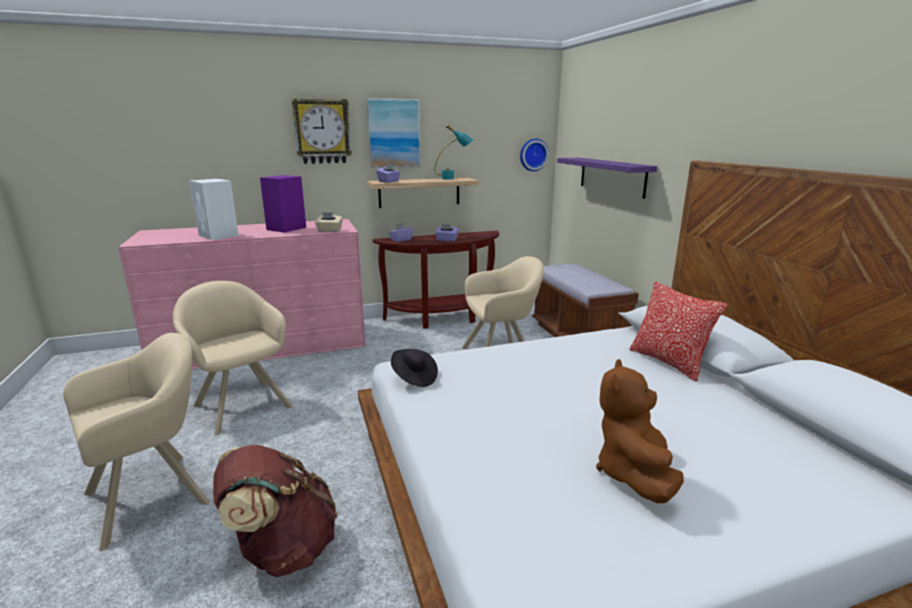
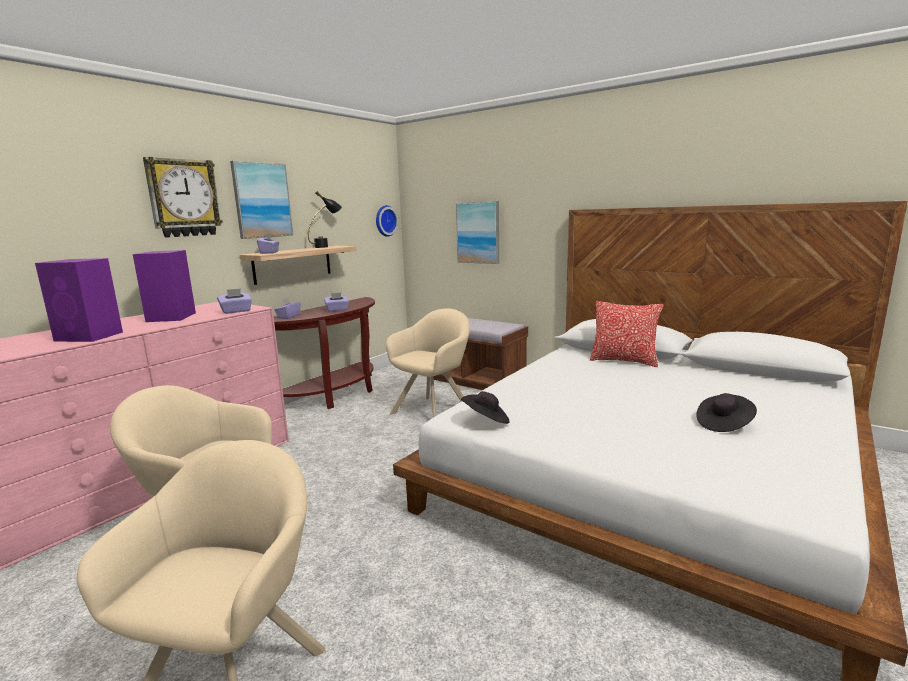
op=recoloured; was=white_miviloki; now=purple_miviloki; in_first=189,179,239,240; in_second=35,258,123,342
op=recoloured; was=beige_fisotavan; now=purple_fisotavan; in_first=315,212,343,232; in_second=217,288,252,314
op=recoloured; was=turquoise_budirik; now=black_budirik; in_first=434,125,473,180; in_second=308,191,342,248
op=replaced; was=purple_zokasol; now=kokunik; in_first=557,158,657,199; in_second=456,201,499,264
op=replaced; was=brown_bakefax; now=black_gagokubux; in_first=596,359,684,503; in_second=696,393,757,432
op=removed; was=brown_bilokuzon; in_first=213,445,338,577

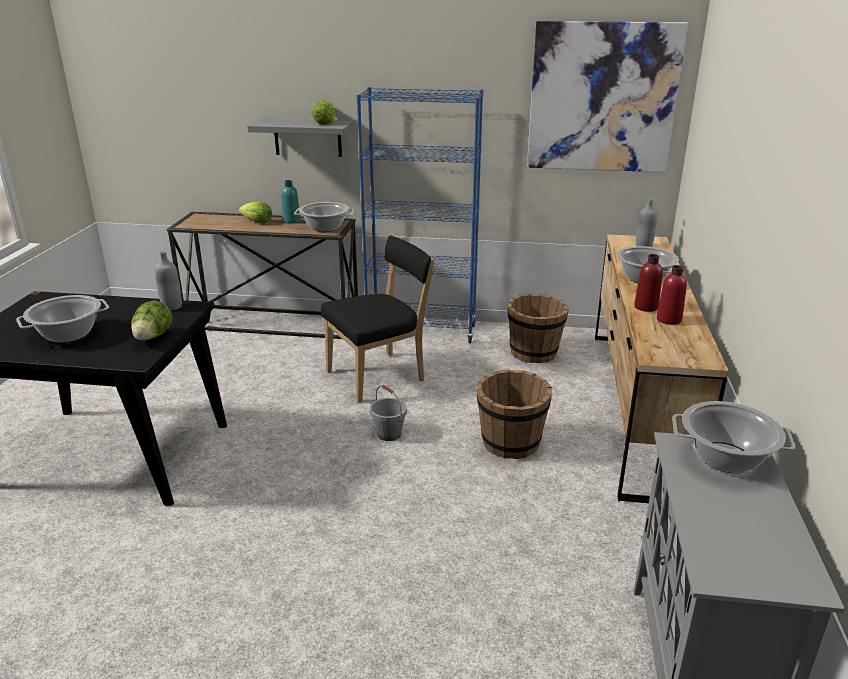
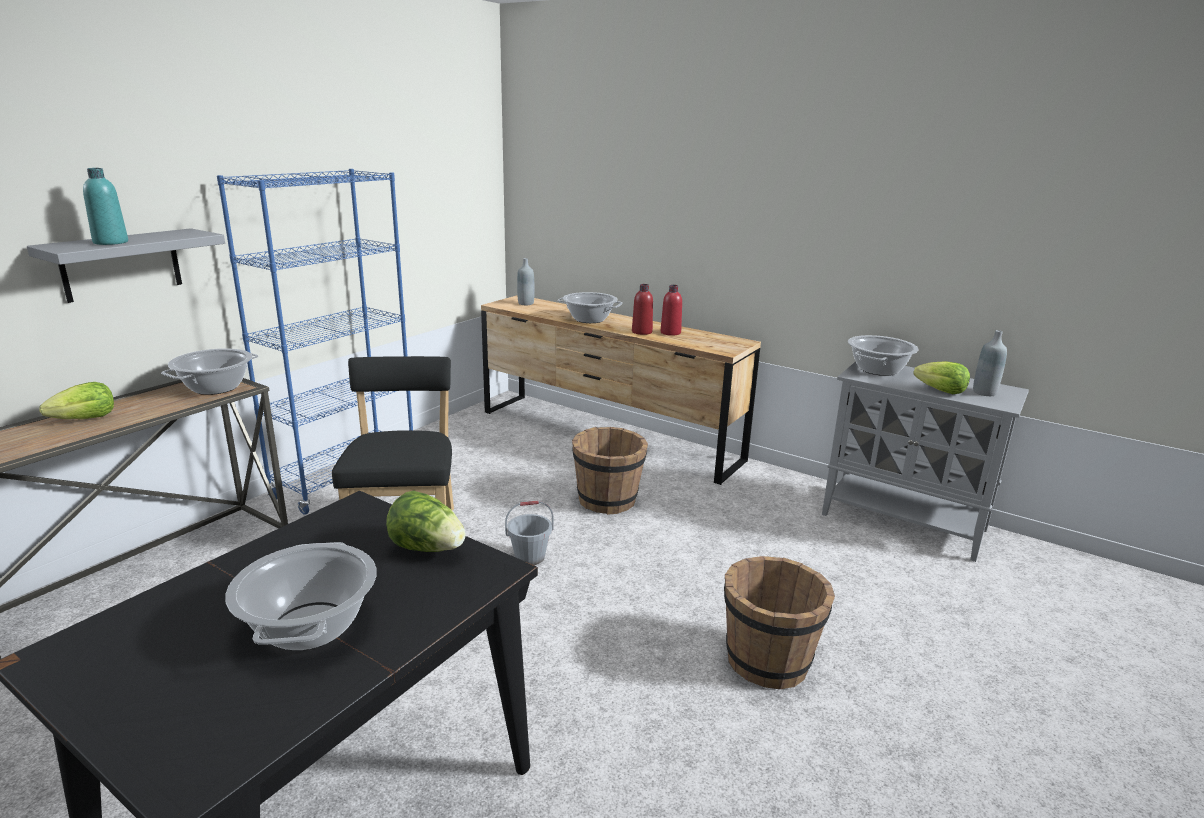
op=moved; was=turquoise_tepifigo; in_first=281,180,300,223; in_second=83,168,128,245
op=moved; was=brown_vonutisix; in_first=508,294,569,363; in_second=724,556,835,689
op=moved; was=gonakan; in_first=311,100,335,125; in_second=913,361,970,394
op=moved; was=grey_tepifigo; in_first=155,251,182,311; in_second=973,330,1007,396
op=removed; was=kokunik; in_first=527,21,688,172

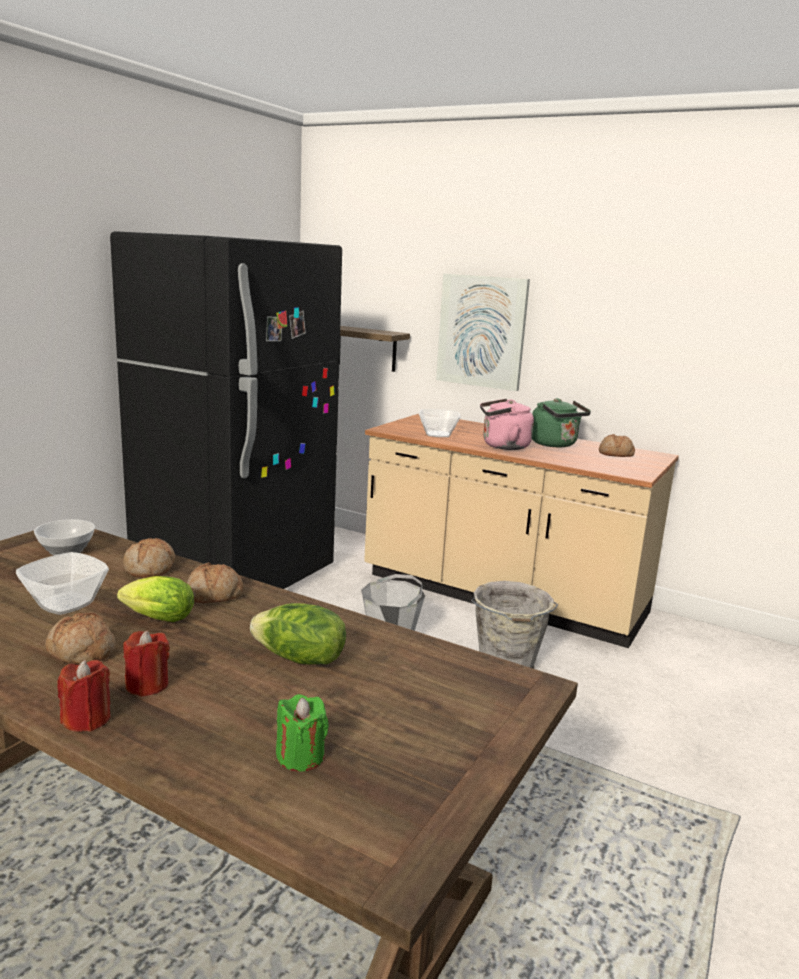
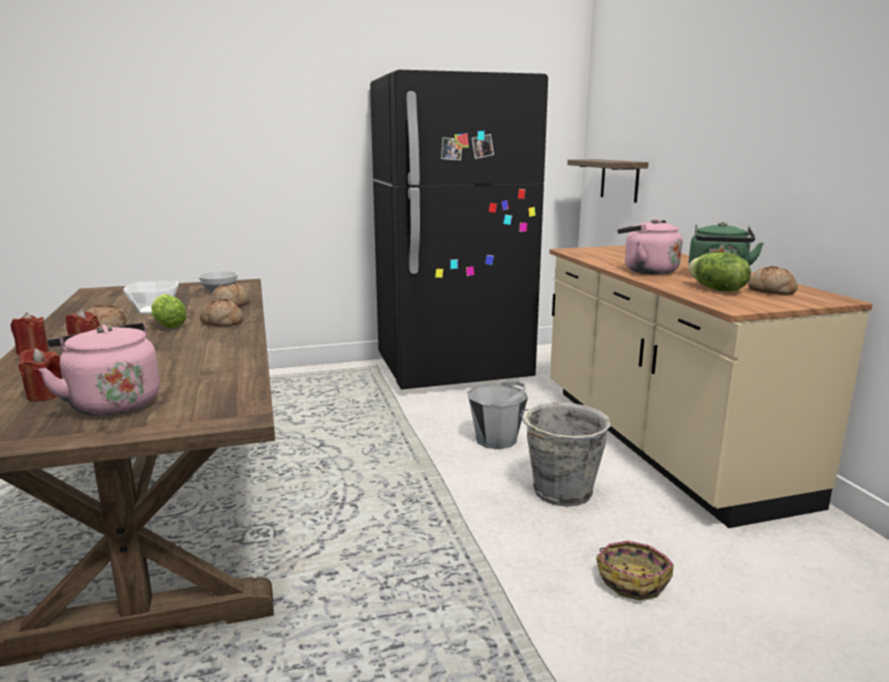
op=recoloured; was=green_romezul; now=red_romezul; in_first=276,694,329,772; in_second=18,348,62,402
op=added; now=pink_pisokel; in_second=38,323,160,416
op=added; now=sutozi; in_second=596,541,674,600
op=moved; was=gonakan; in_first=250,603,346,665; in_second=688,252,751,291
op=removed; was=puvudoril; in_first=419,409,461,437
op=removed; was=kokunik; in_first=436,274,530,391

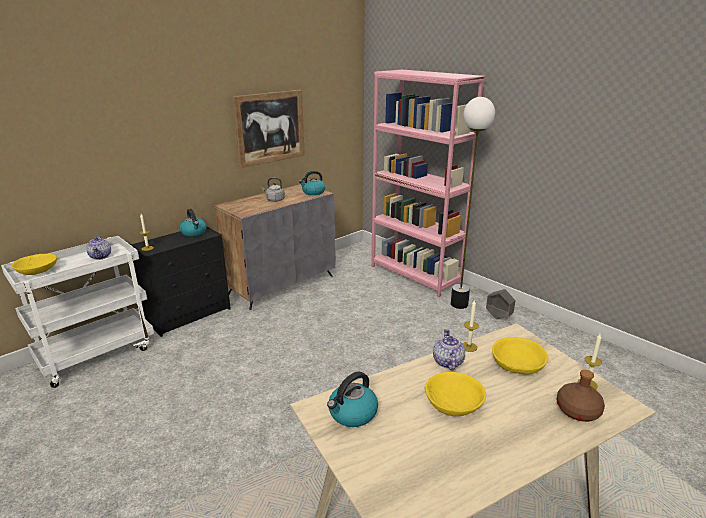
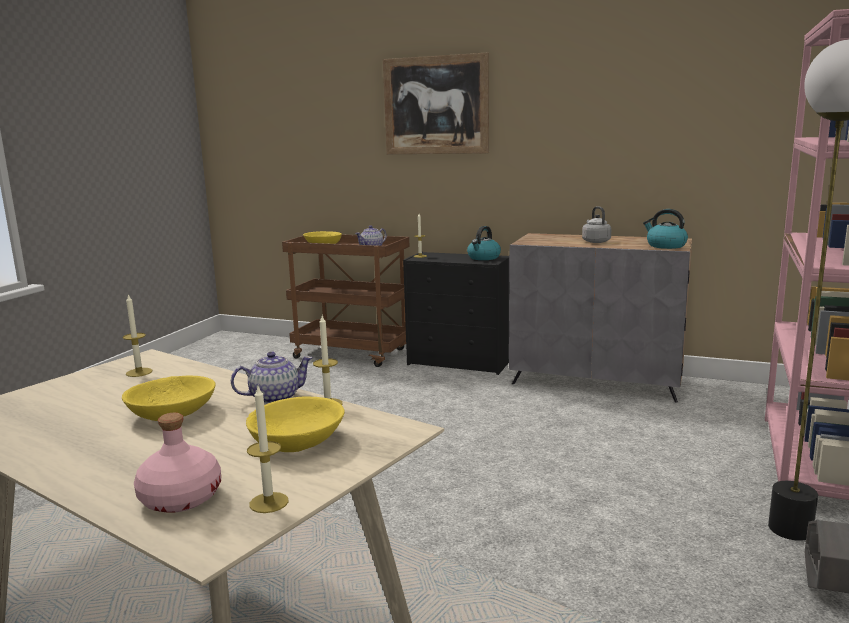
op=replaced; was=pisokel; now=romezul; in_first=327,371,378,427; in_second=123,294,153,377
op=recoloured; was=brown_tepifigo; now=pink_tepifigo; in_first=557,370,605,422; in_second=134,413,221,513
op=recoloured; was=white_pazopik; now=brown_pazopik; in_first=1,236,154,388; in_second=282,234,410,367
op=moved; was=kokunik; in_first=232,90,305,168; in_second=383,52,489,154

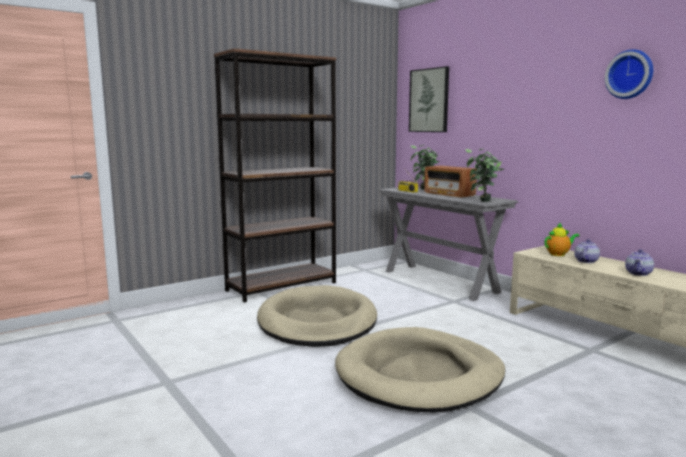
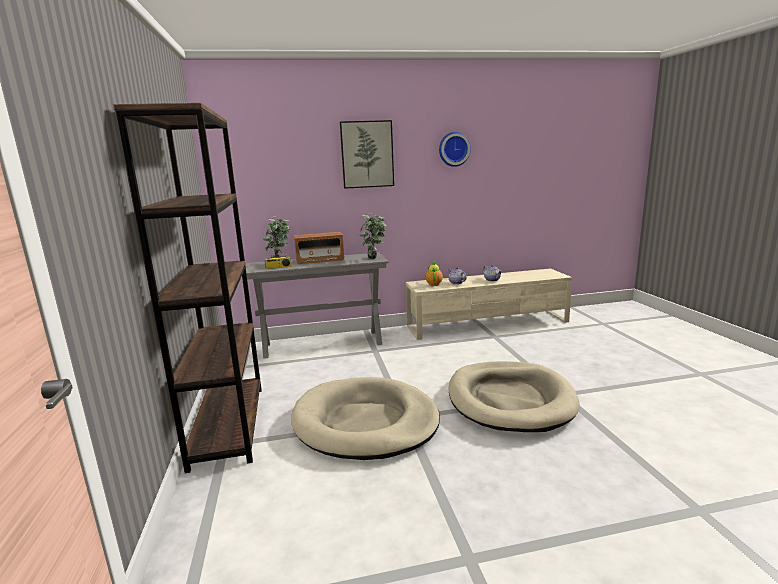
op=moved; was=kokunik; in_first=409,66,449,132; in_second=340,120,394,189

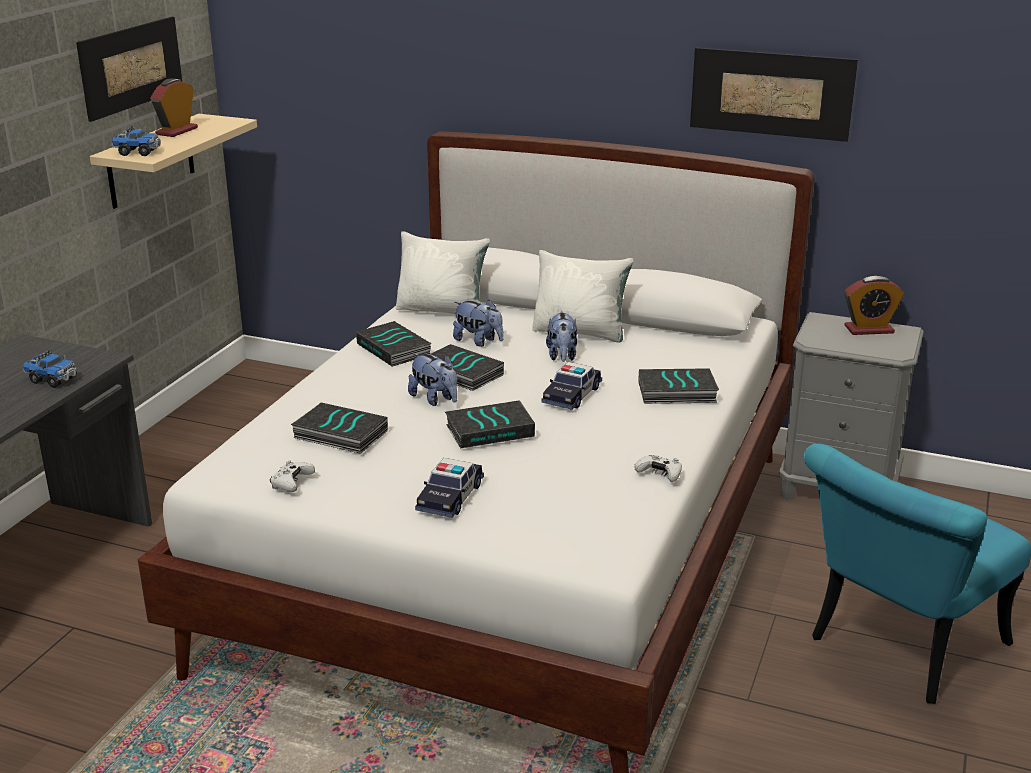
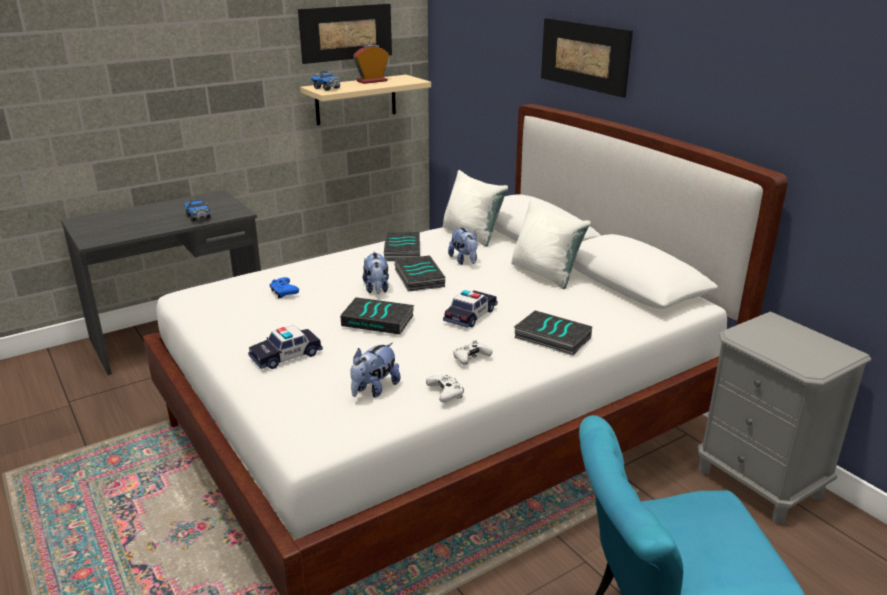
op=replaced; was=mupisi; now=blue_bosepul; in_first=291,402,388,454; in_second=269,277,299,298
op=moved; was=bakefax; in_first=546,311,577,362; in_second=350,342,400,398
op=turned; was=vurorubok; in_first=542,362,602,410; in_second=443,290,498,328; clockwise=150
op=moved; was=white_bosepul; in_first=270,460,315,492; in_second=453,340,493,365
op=moved; was=kokunik; in_first=690,48,858,142; in_second=541,18,633,98
op=removed; was=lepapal; in_first=844,276,904,335

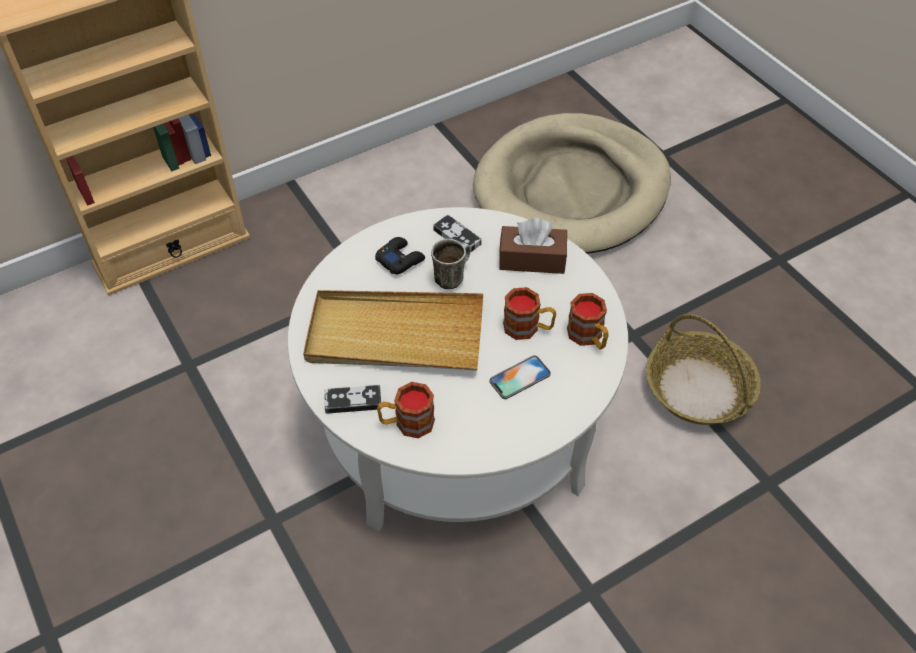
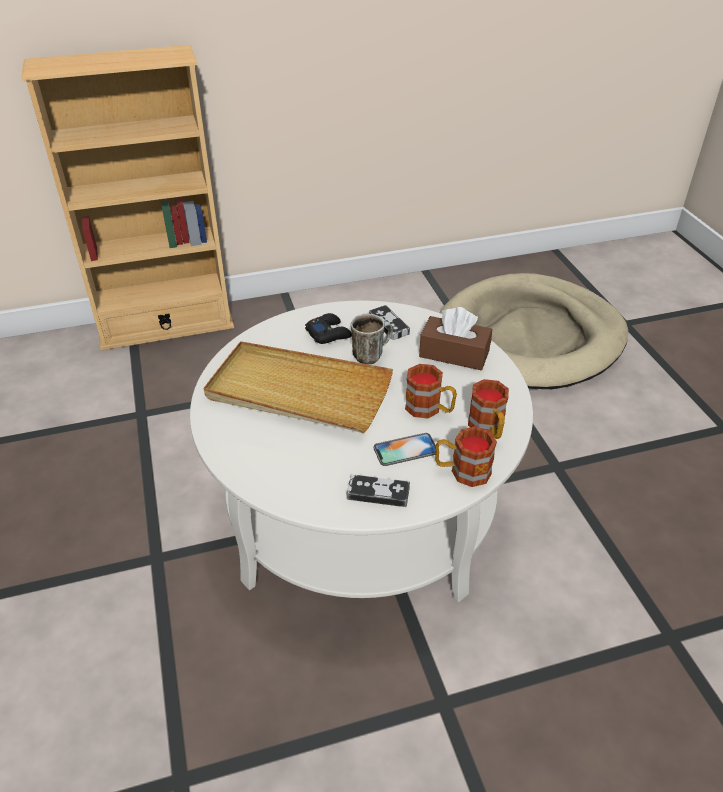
op=moved; was=bosepul; in_first=324,385,381,414; in_second=347,475,410,507
op=moved; was=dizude; in_first=377,382,435,438; in_second=435,426,497,487
op=removed; was=sutozi; in_first=646,314,761,425

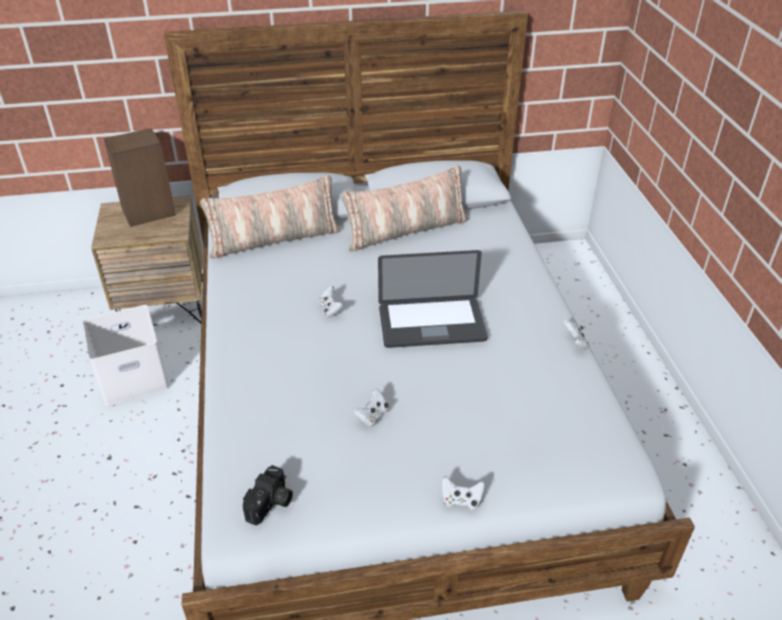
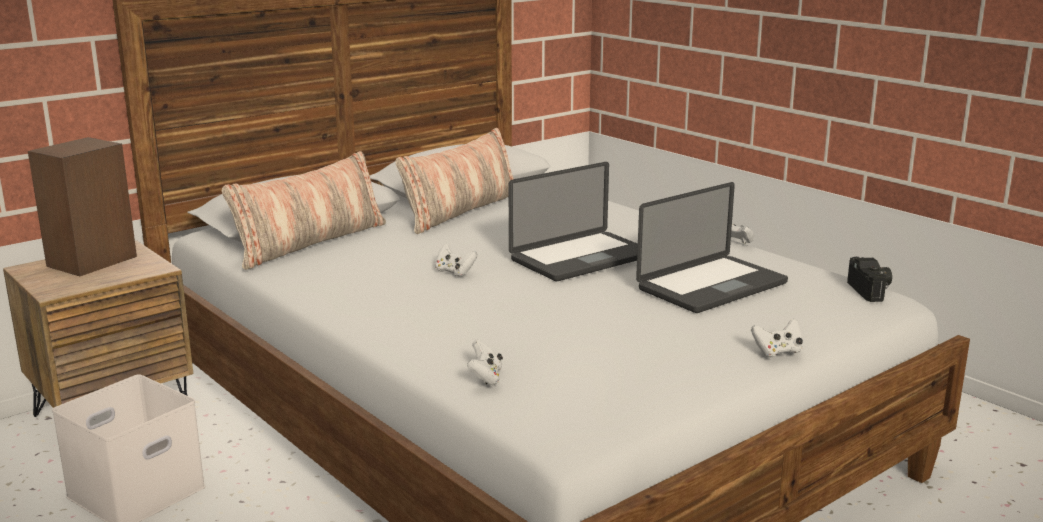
op=moved; was=white_bosepul; in_first=353,388,389,427; in_second=467,339,503,385
op=added; now=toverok; in_second=636,182,788,313
op=moved; was=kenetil; in_first=243,465,293,526; in_second=847,257,892,302

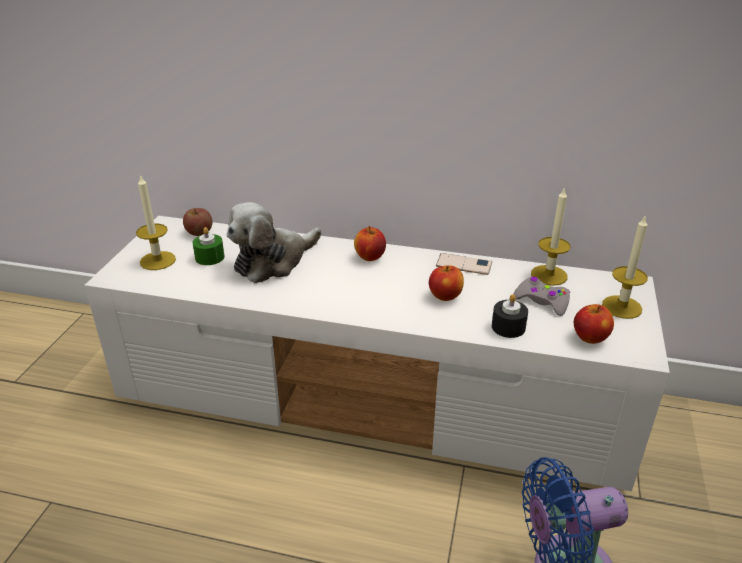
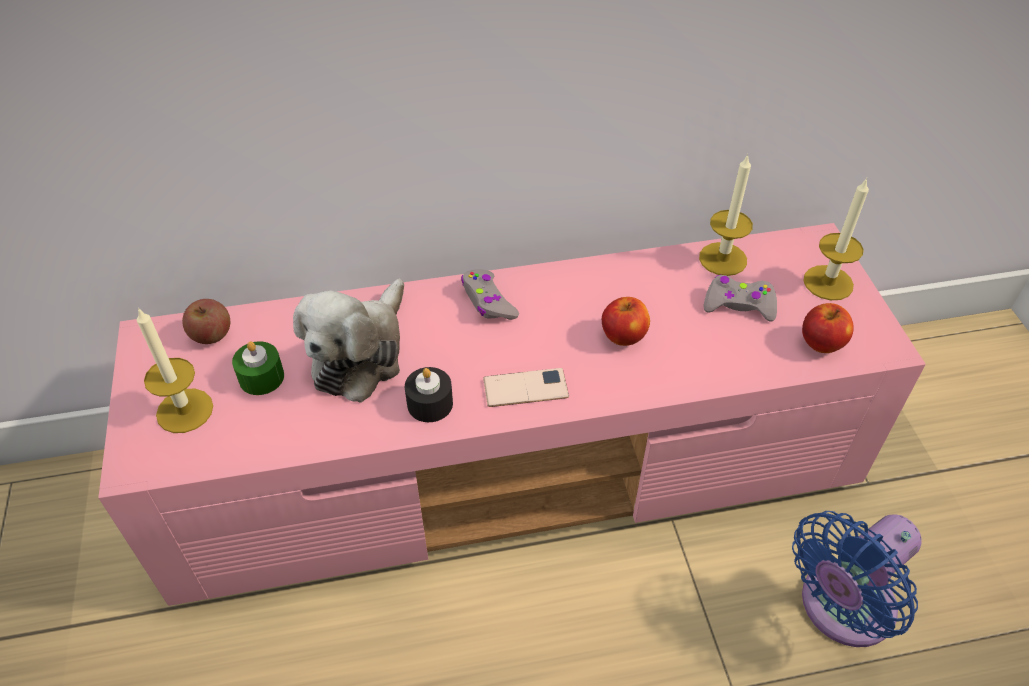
op=recoloured; was=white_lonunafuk; now=pink_lonunafuk; in_first=84,216,670,491; in_second=98,223,926,606
op=moved; was=black_romezul; in_first=492,294,528,338; in_second=405,367,453,422
op=replaced; was=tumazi; now=grey_bosepul; in_first=354,226,386,261; in_second=461,270,519,320
op=moved; was=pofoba; in_first=436,253,492,275; in_second=483,368,569,407

